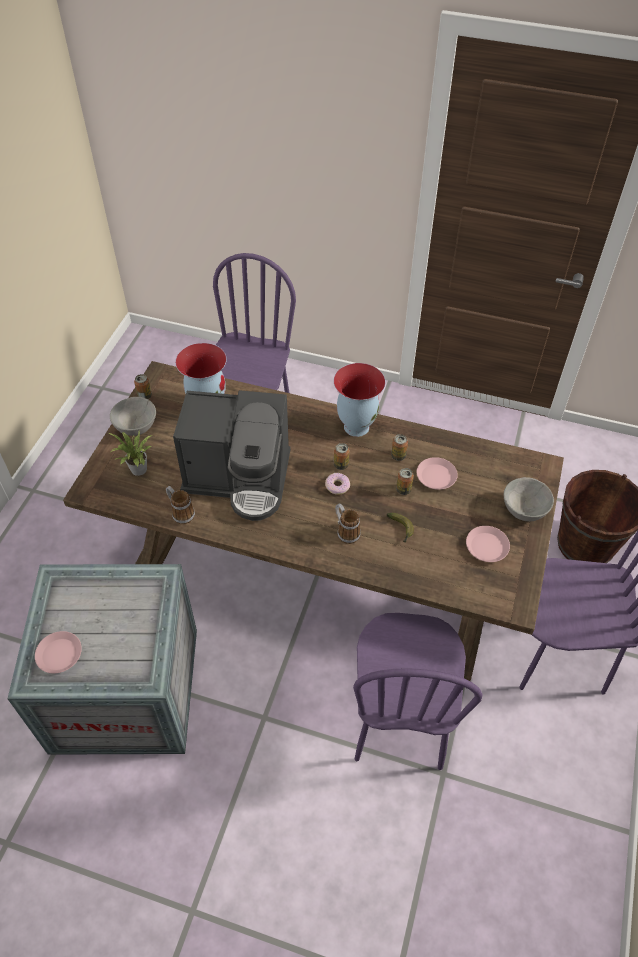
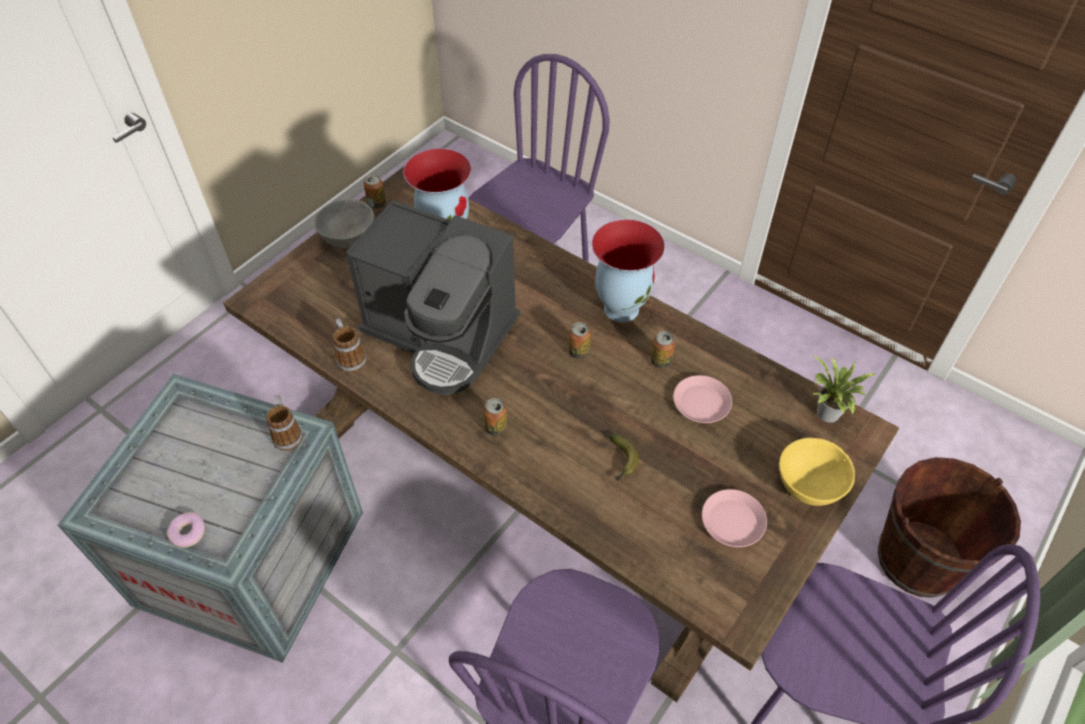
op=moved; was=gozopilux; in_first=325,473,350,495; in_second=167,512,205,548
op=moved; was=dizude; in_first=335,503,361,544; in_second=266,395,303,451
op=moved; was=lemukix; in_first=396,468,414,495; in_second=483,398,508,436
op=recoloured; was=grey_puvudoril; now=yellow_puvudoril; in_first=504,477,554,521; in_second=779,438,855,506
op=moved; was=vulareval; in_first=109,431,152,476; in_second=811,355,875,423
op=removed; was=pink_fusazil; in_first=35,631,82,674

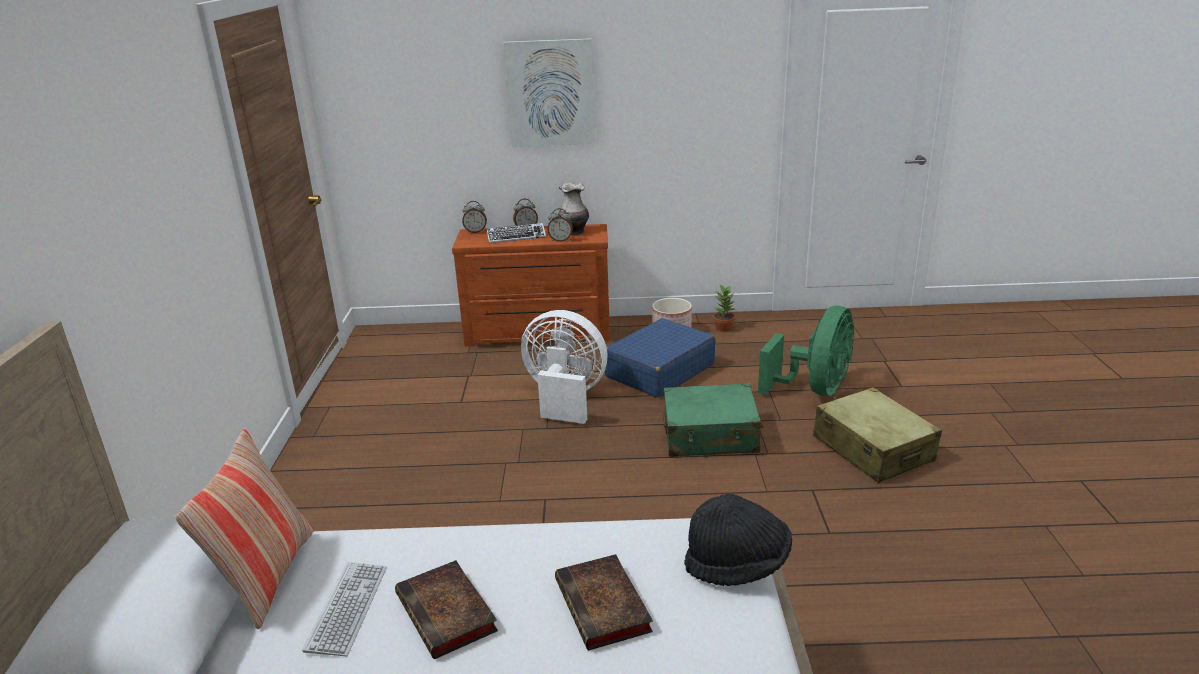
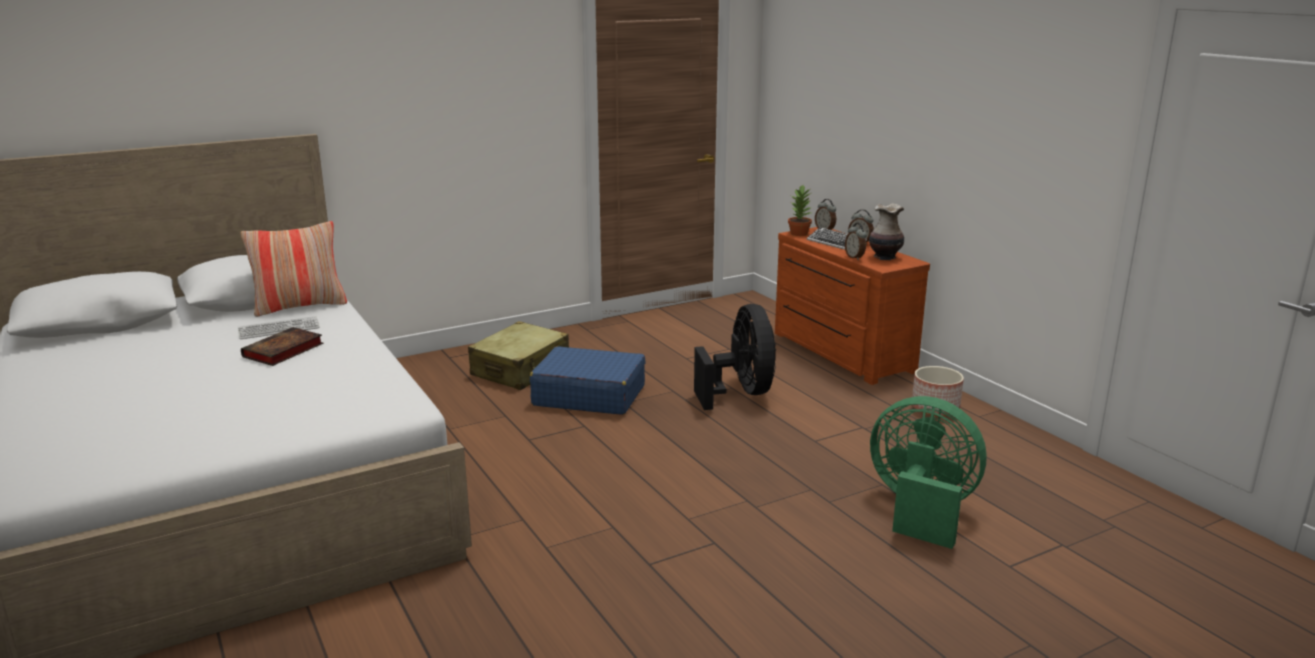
op=moved; was=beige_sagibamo; in_first=813,387,942,483; in_second=468,321,569,390
op=moved; was=blue_sagibamo; in_first=605,318,716,398; in_second=530,346,645,415
op=recoloured; was=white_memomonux; now=black_memomonux; in_first=521,310,608,424; in_second=694,304,776,410
op=moved; was=vulareval; in_first=713,285,736,332; in_second=788,185,812,236
op=turned; was=green_memomonux; in_first=758,305,855,396; in_second=870,396,987,549; clockwise=-150
op=removed; was=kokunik; in_first=504,38,595,147
op=removed; was=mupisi; in_first=555,554,653,651
op=removed; was=green_sagibamo; in_first=663,383,764,457
op=removed; was=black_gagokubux; in_first=684,494,792,586

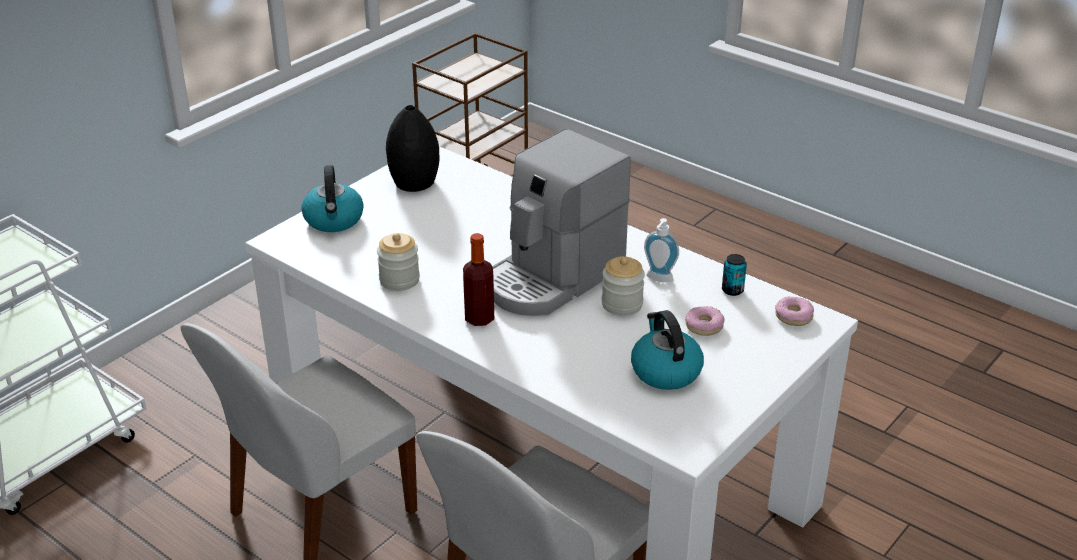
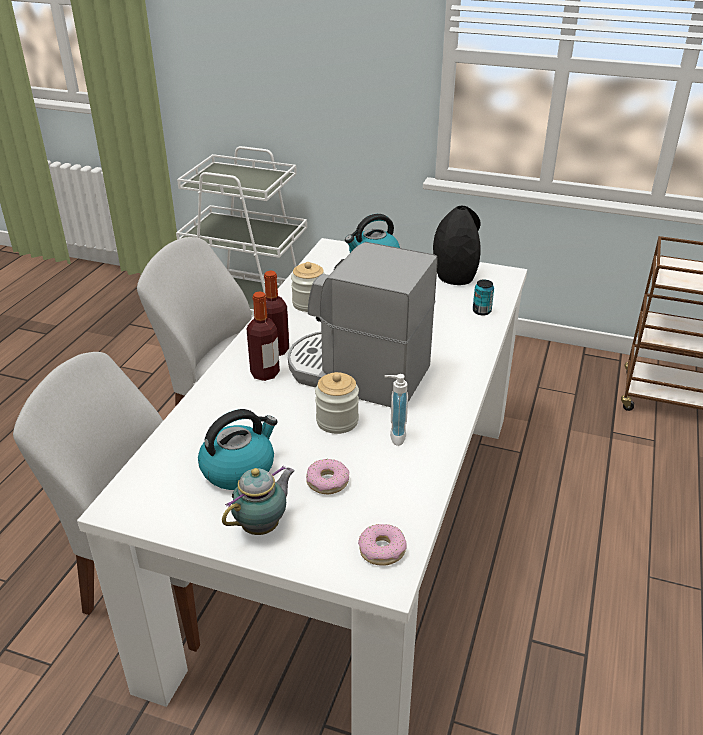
op=added; now=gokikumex; in_second=222,466,294,535
op=added; now=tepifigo; in_second=247,291,280,381
op=moved; was=lemukix; in_first=722,254,747,296; in_second=473,279,494,316

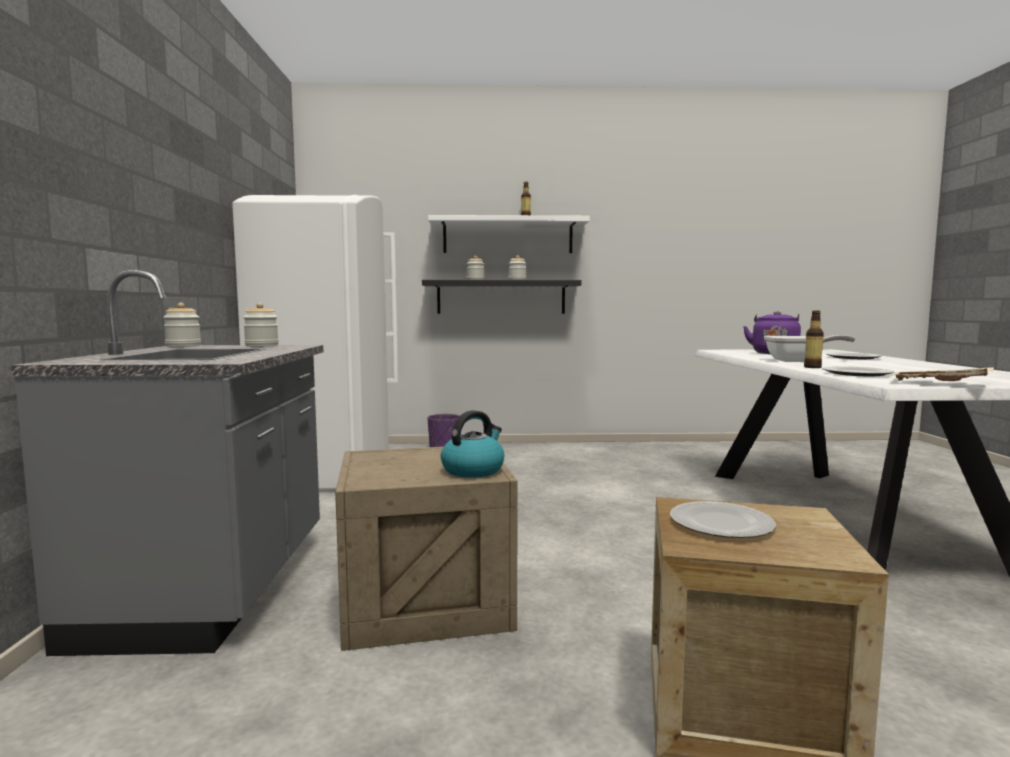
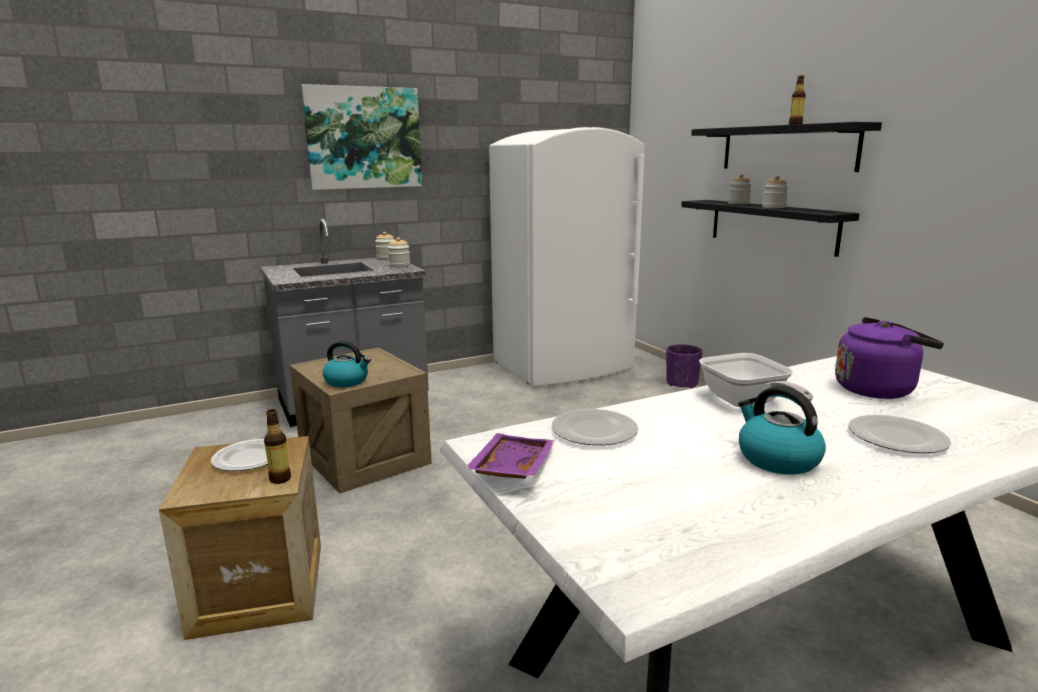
op=moved; was=tepifigo; in_first=804,310,824,368; in_second=264,409,291,484
op=added; now=kokunik; in_second=301,84,422,190
op=recoloured; was=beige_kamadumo; now=purple_kamadumo; in_first=892,367,994,381; in_second=465,433,555,479
op=recoloured; was=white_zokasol; now=black_zokasol; in_first=428,215,590,253; in_second=691,122,882,172
op=added; now=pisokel; in_second=738,386,826,475

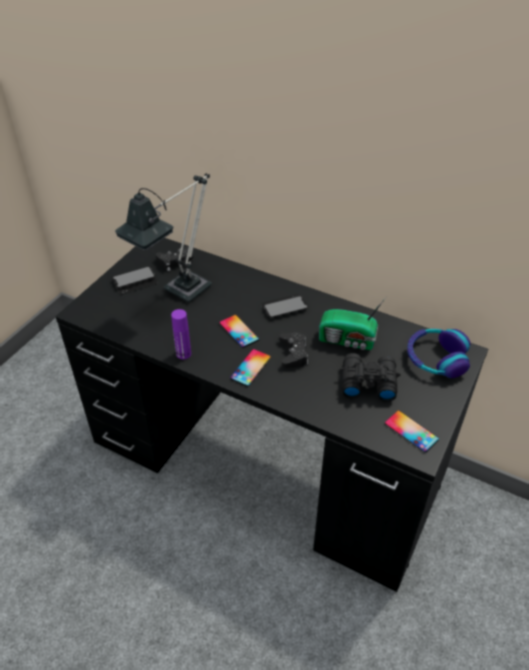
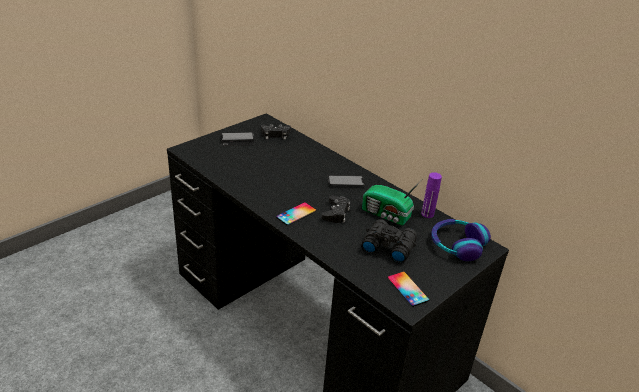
op=moved; was=purple_tepifigo; in_first=171,309,191,359; in_second=421,172,442,218
op=removed; was=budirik; in_first=115,173,212,302
op=removed; was=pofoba; in_first=219,315,259,348

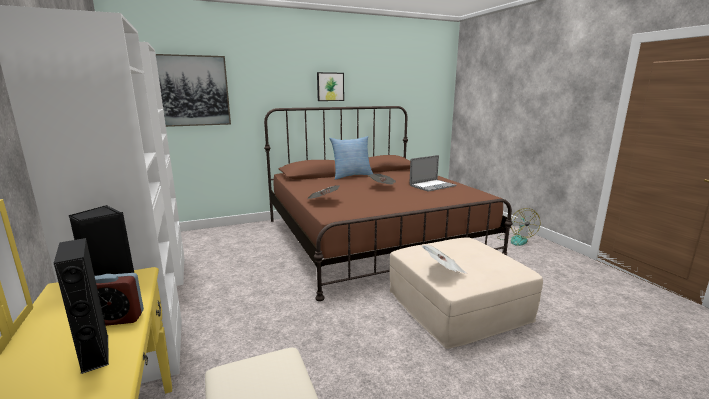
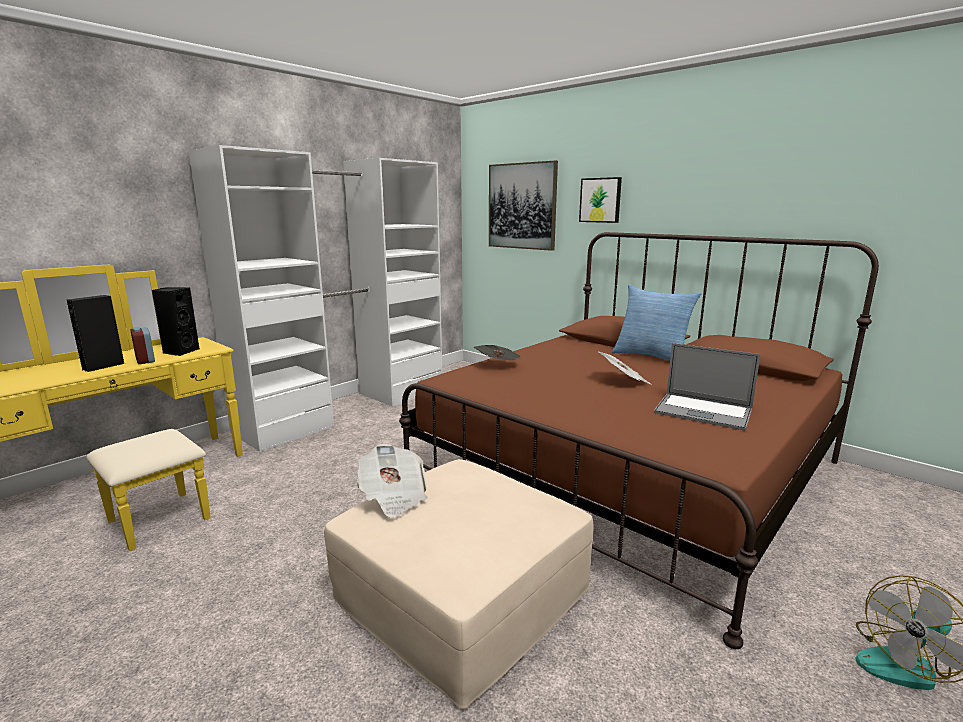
op=moved; was=kokunik; in_first=317,72,344,101; in_second=579,177,622,223

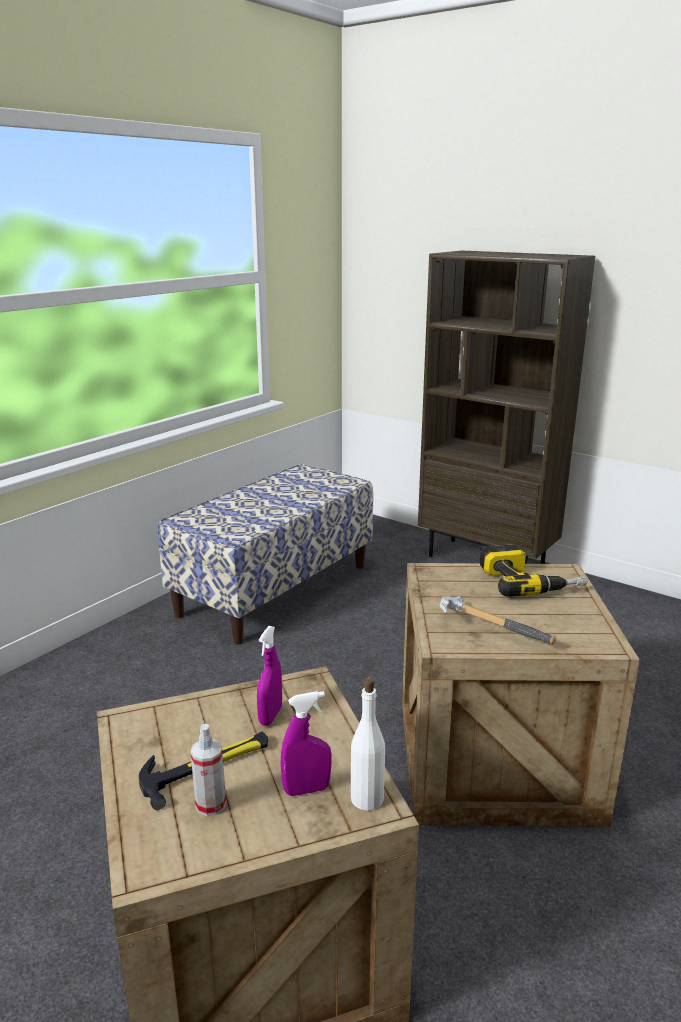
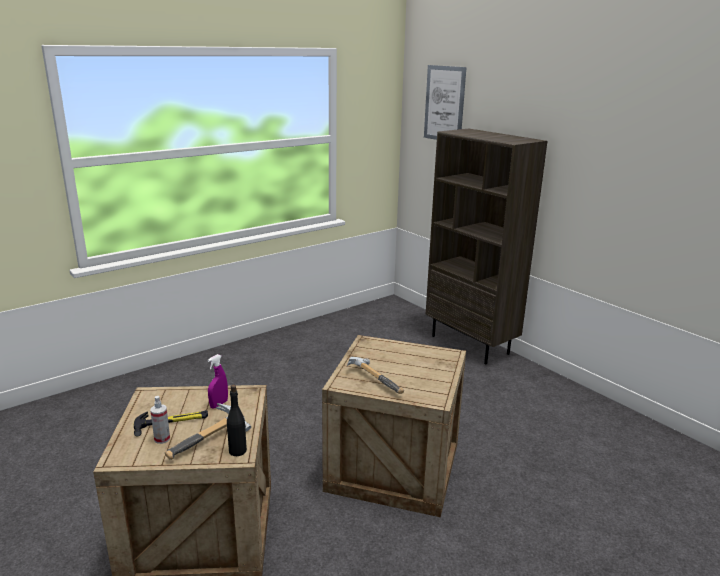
op=replaced; was=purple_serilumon; now=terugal; in_first=280,691,332,796; in_second=165,403,251,460
op=recoloured; was=white_tepifigo; now=black_tepifigo; in_first=351,677,385,811; in_second=227,385,247,456
op=added; now=kokunik; in_second=424,65,467,140
op=removed; was=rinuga; in_first=157,464,373,645
op=removed; was=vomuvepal; in_first=480,544,587,597

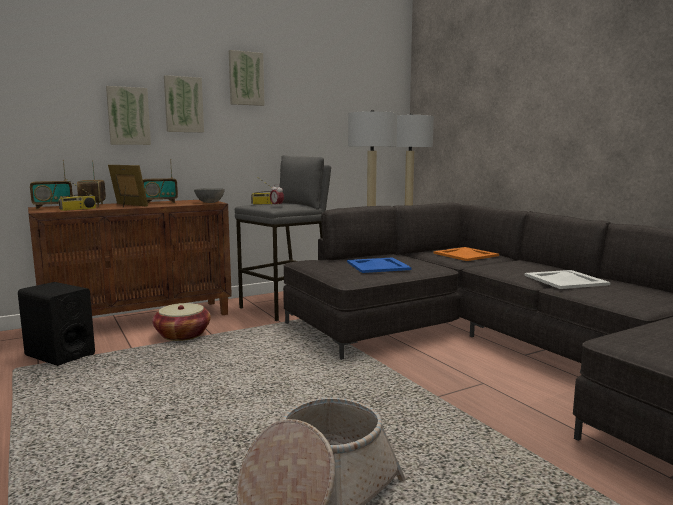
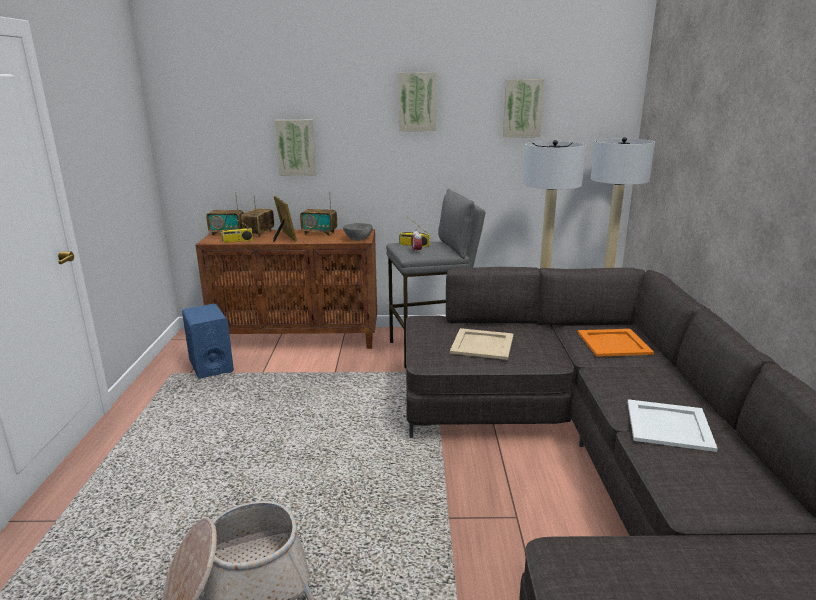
op=recoloured; was=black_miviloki; now=blue_miviloki; in_first=18,282,95,366; in_second=182,304,234,379
op=recoloured; was=blue_kamadumo; now=beige_kamadumo; in_first=347,257,411,273; in_second=450,328,514,360
op=moved; was=kokunik; in_first=164,75,204,132; in_second=503,79,545,138
op=removed; was=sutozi; in_first=152,303,211,341

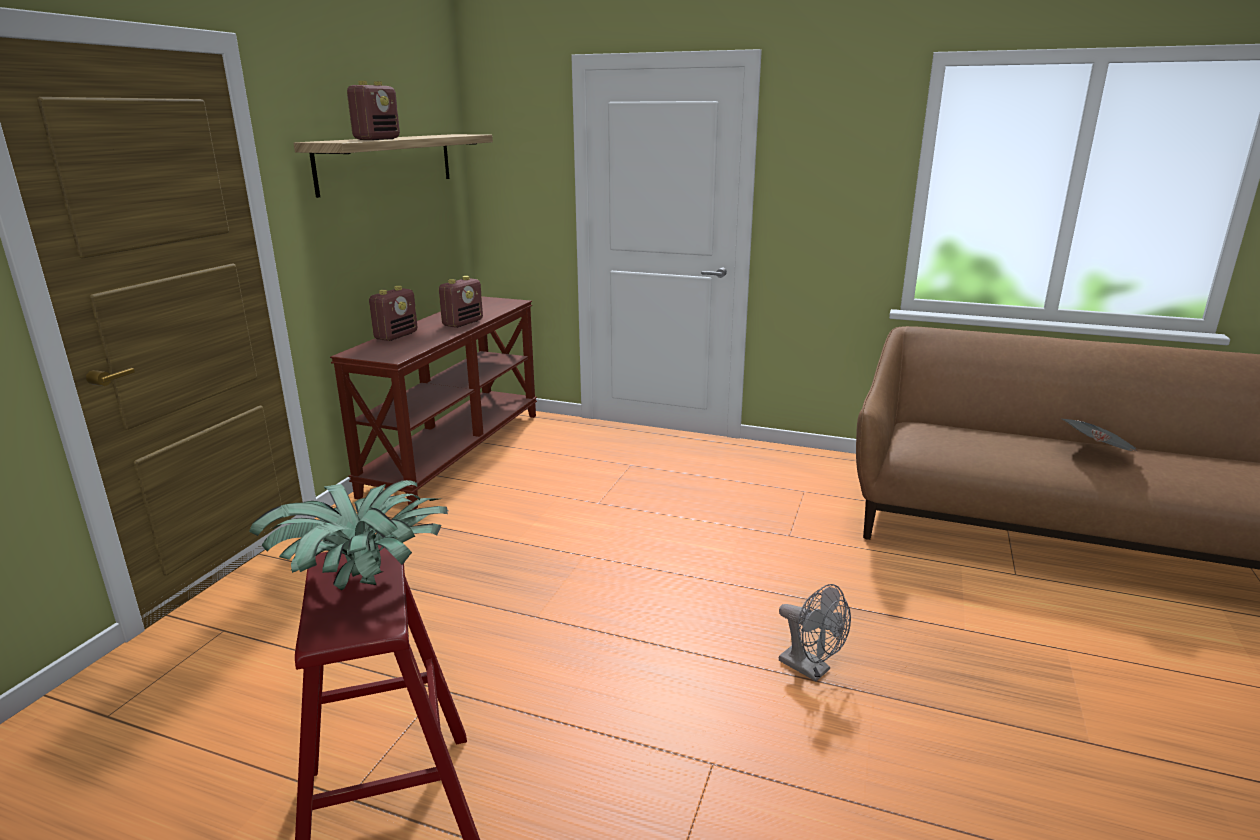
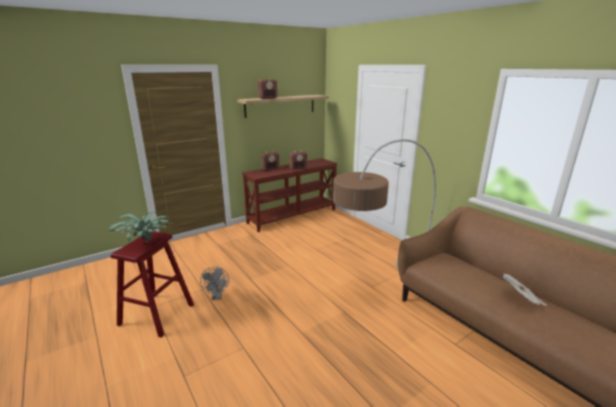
op=moved; was=grey_memomonux; in_first=779,584,851,682; in_second=200,267,229,300
op=added; now=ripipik; in_second=333,139,436,268

